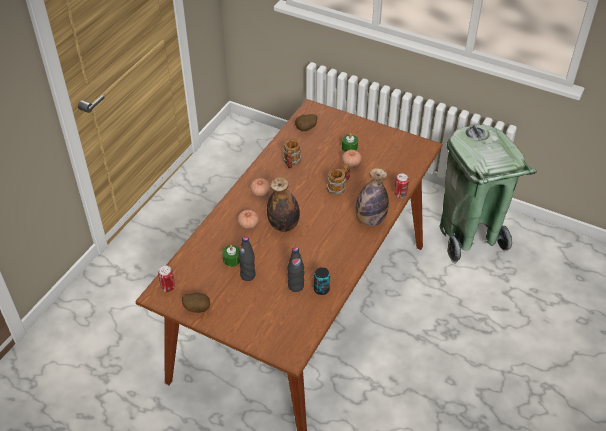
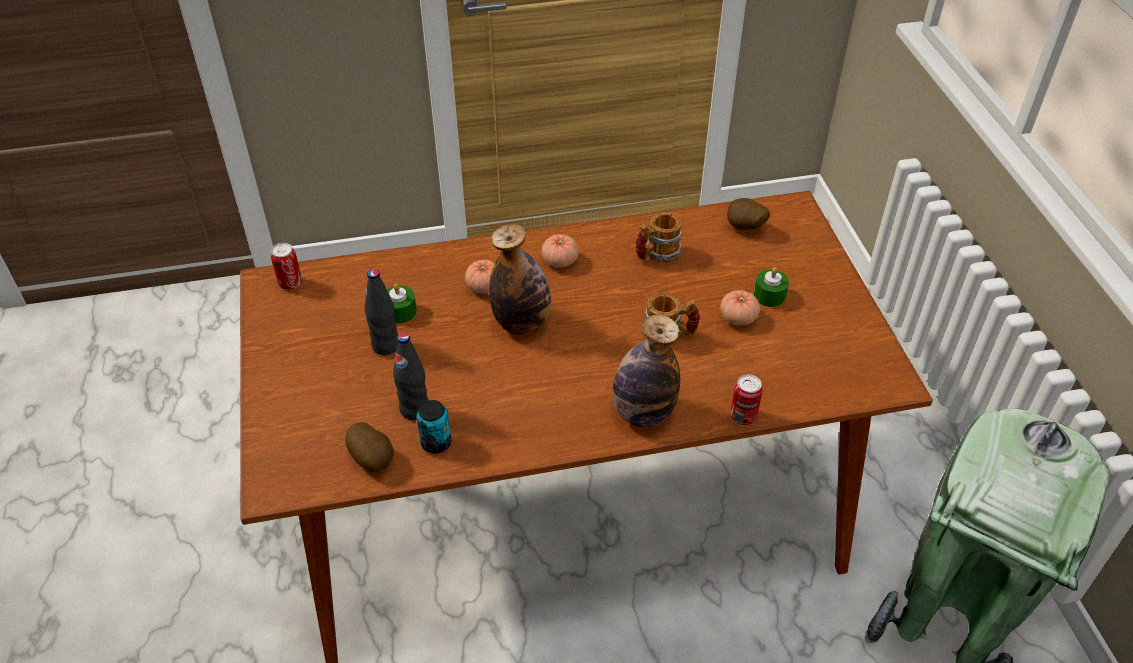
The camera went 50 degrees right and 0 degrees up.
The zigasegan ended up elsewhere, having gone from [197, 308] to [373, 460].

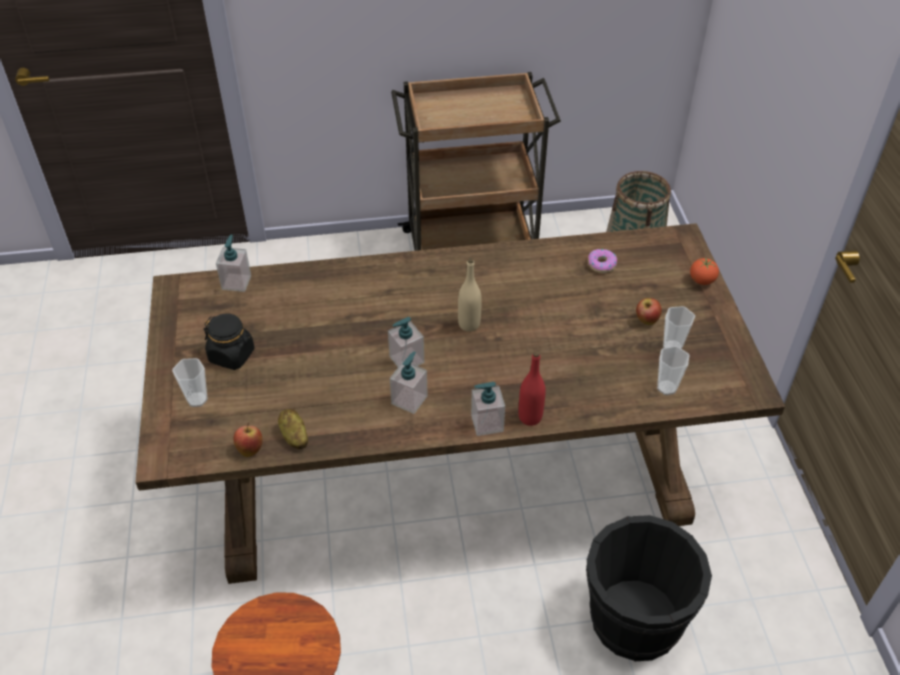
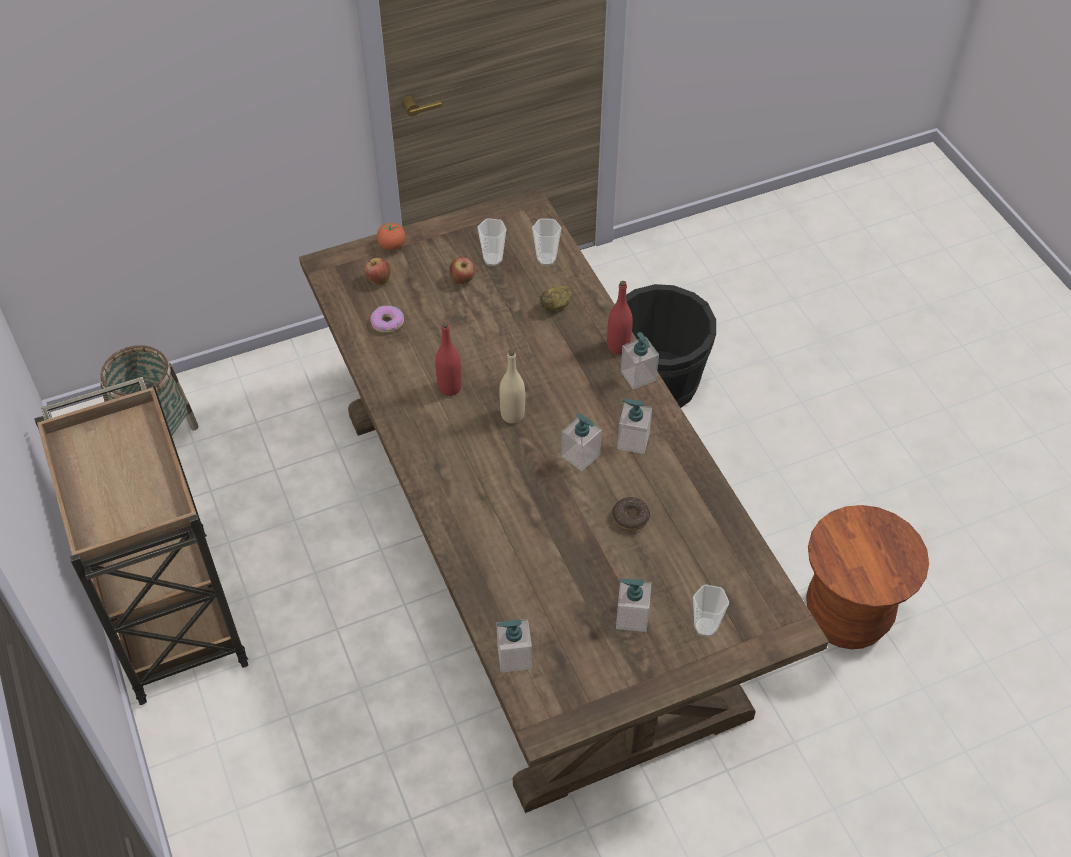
The camera went 105 degrees left and 5 degrees up.
Where the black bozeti stood at [232, 355], the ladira came to stand at [631, 617].
The zigasegan ended up elsewhere, having gone from [294, 436] to [556, 305].
The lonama ended up elsewhere, having gone from [250, 449] to [378, 280].
The second view gained the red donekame at [449, 387].
The second view gained the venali at [630, 517].

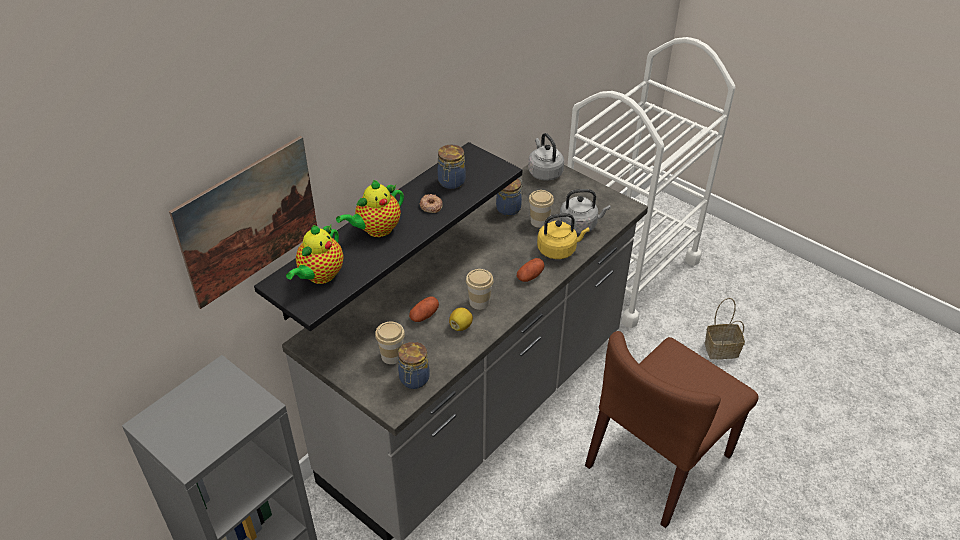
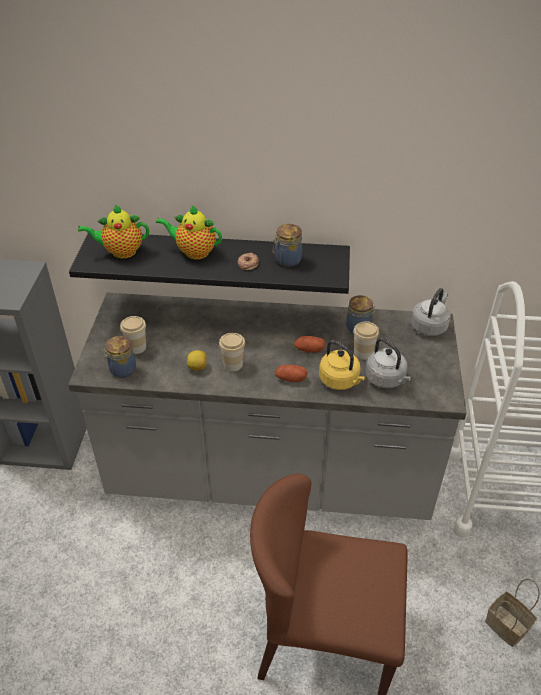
The camera went 55 degrees right and 0 degrees up.
The second view lost the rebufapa at [249, 221].
The zigasegan ended up elsewhere, having gone from [424, 315] to [309, 349].

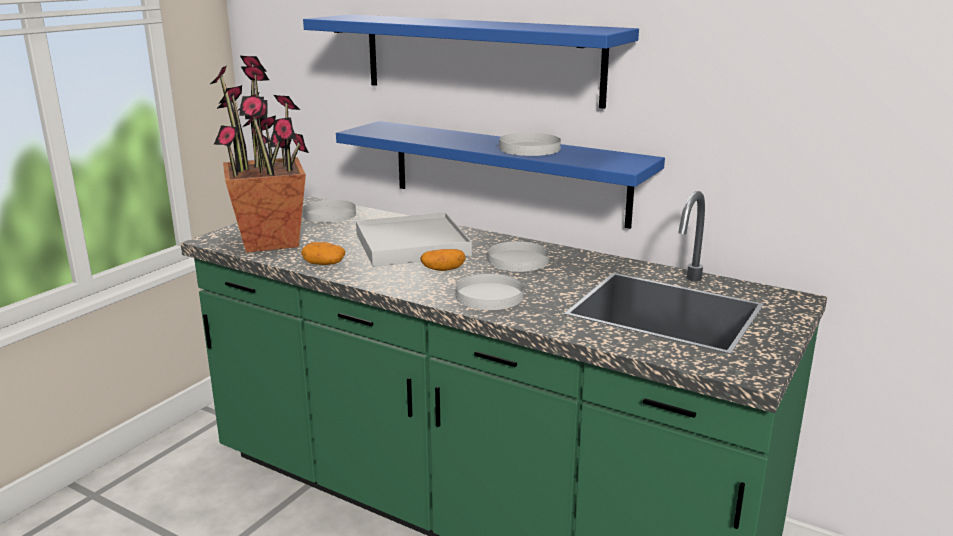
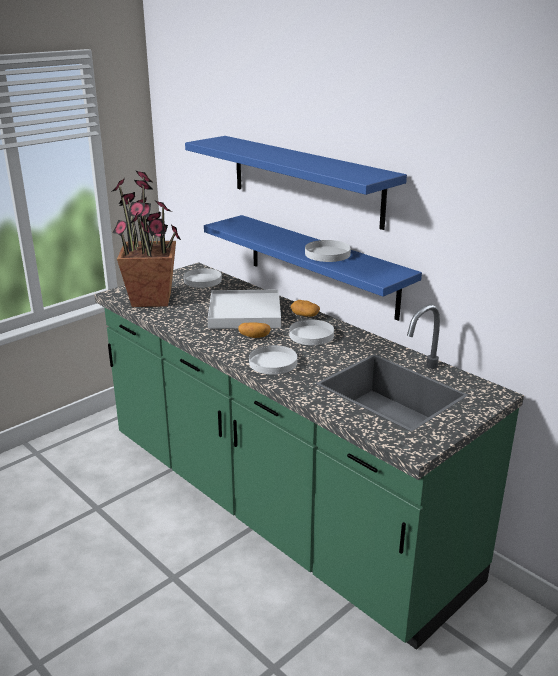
The camera went 15 degrees right and 5 degrees up.
The zigasegan ended up elsewhere, having gone from [324, 264] to [305, 315].

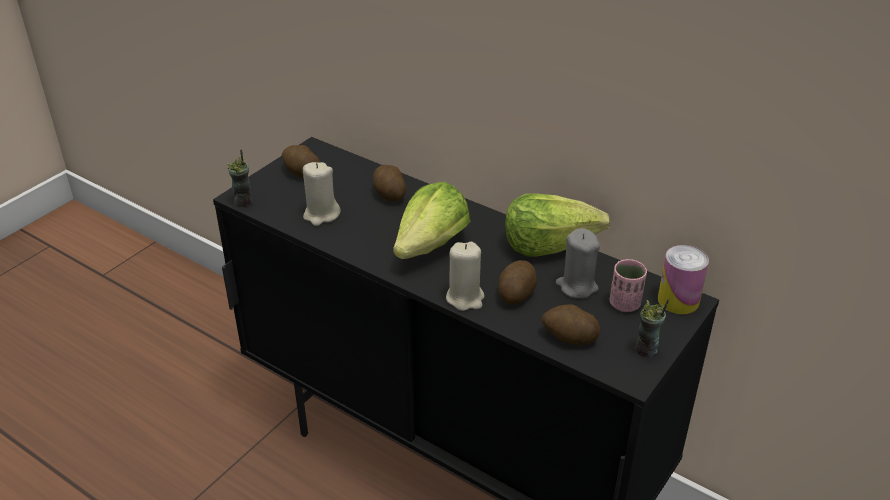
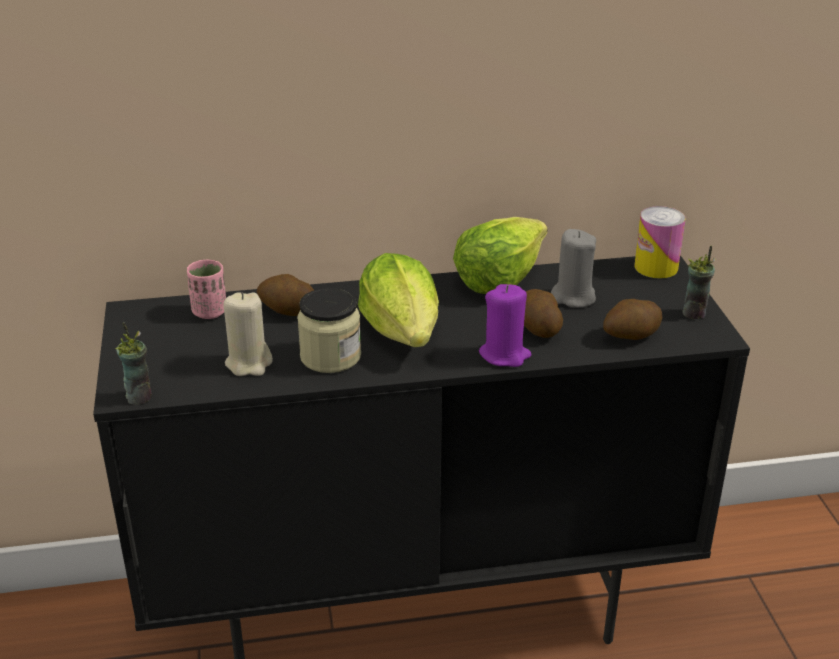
The camera went 45 degrees left and 5 degrees down.
The second view lost the zigasegan at [301, 172].
What was the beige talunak at [465, 298] turned into the purple talunak at [504, 355].
The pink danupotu ended up elsewhere, having gone from [625, 304] to [209, 312].
The second view gained the bozeti at [330, 356].

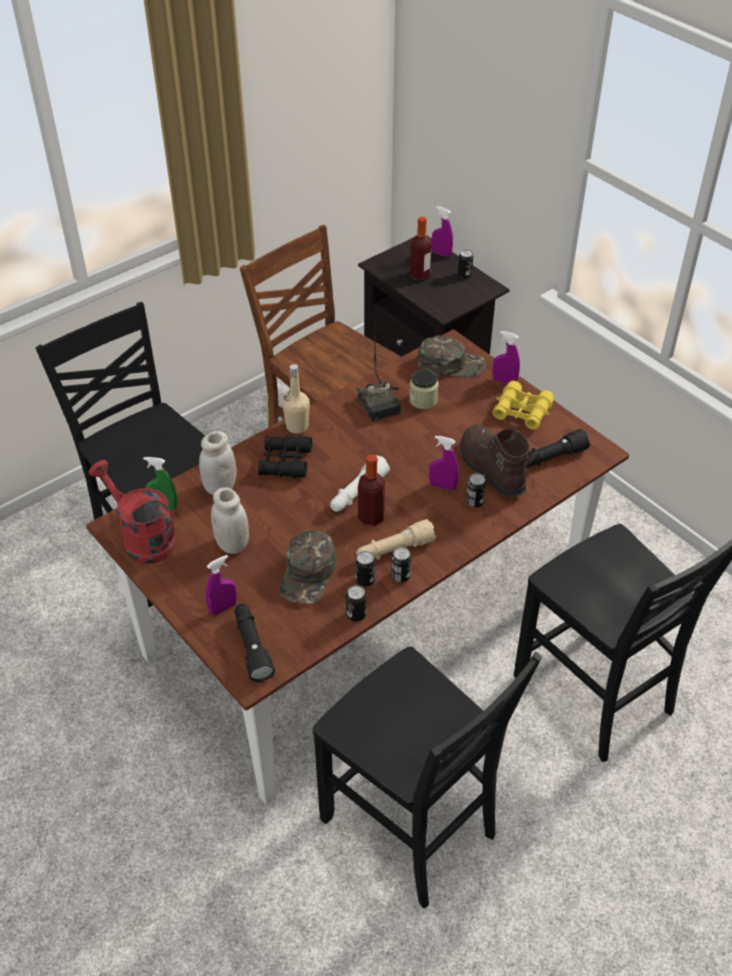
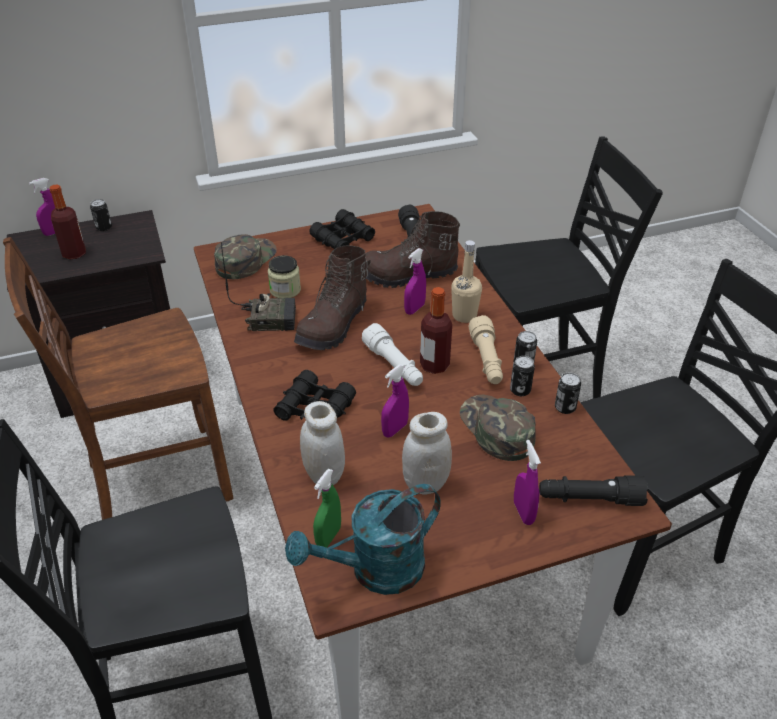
The camera went 70 degrees left and 5 degrees down.
The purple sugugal ended up elsewhere, having gone from [504, 381] to [395, 429].
The beige donekame ended up elsewhere, having gone from [297, 426] to [464, 316].
What was the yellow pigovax at [522, 411] turned into the black pigovax at [343, 239].
What was the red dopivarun at [142, 538] turned into the turquoise dopivarun at [375, 571].
The second view lost the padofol at [474, 502].
The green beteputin at [308, 573] ended up facing another way, 150 degrees counterclockwise from before.
The second view gained the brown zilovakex at [334, 325].

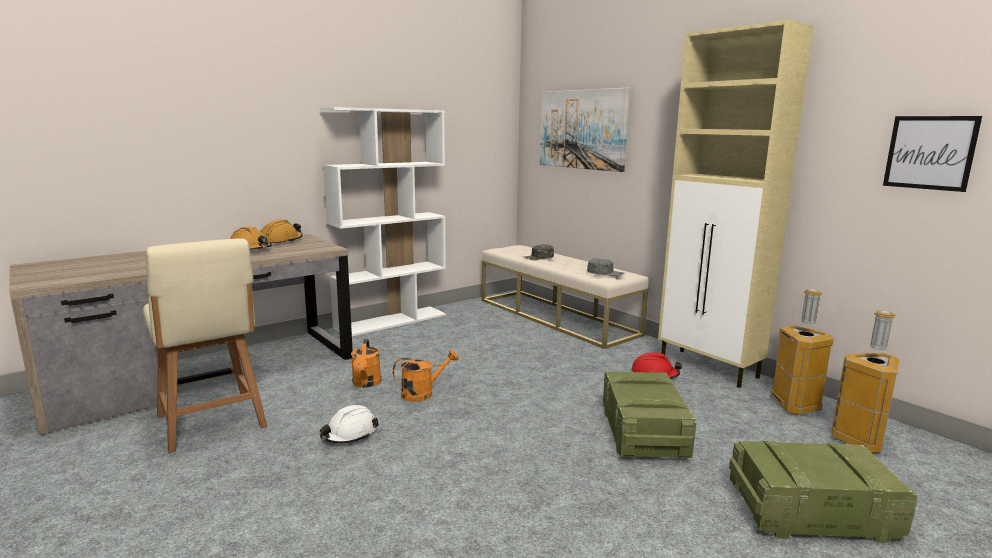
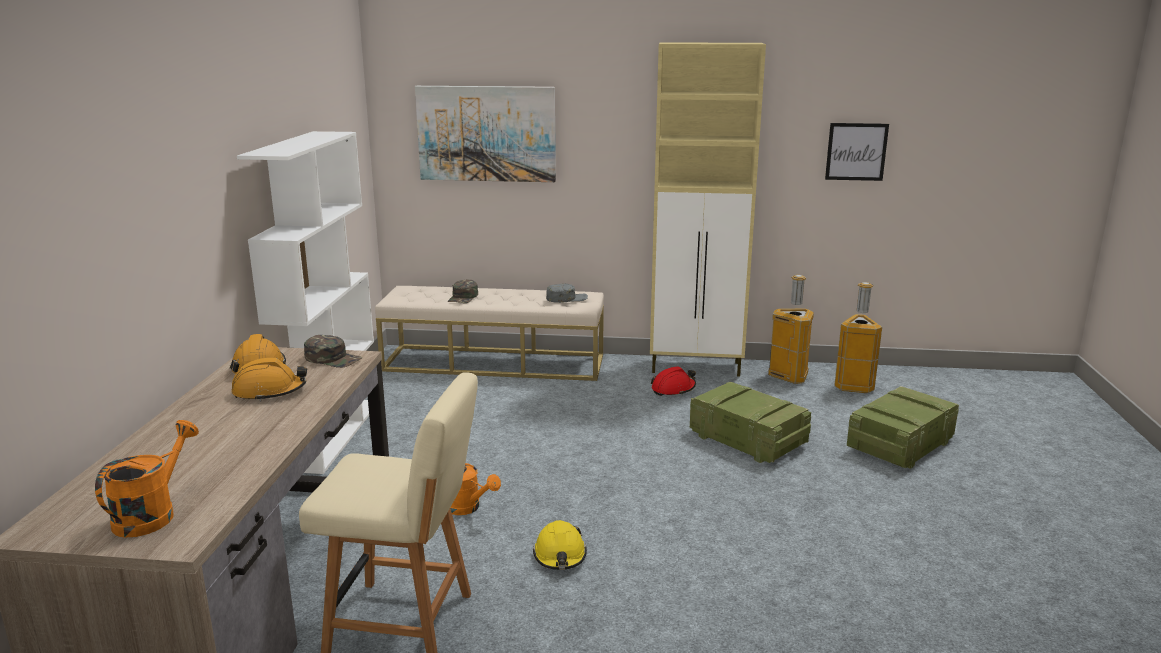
The camera went 45 degrees left and 5 degrees up.
The orange dopivarun ended up elsewhere, having gone from [423, 393] to [152, 514].
What was the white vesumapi at [349, 434] turned into the yellow vesumapi at [560, 555].
The second view gained the green beteputin at [333, 359].

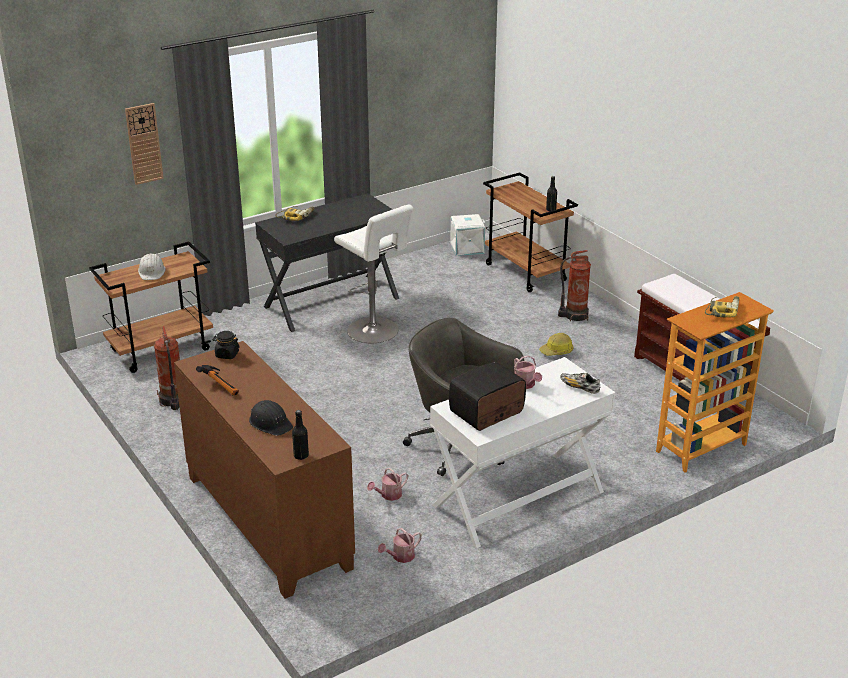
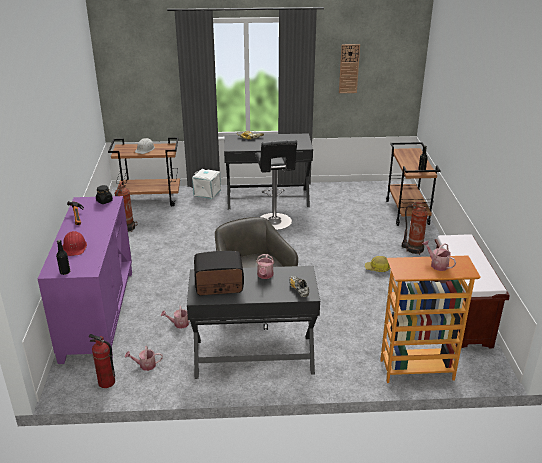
The camera went 30 degrees right and 0 degrees up.
The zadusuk ended up elsewhere, having gone from [144, 144] to [349, 68].
What was the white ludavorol at [375, 331] turned into the black ludavorol at [275, 222].
The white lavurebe ended up elsewhere, having gone from [467, 247] to [207, 192].
Where the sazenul stood at [722, 310], the dopivarun came to stand at [437, 264].
What was the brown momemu at [266, 522] turned into the purple momemu at [97, 314].
What was the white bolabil at [519, 499] turned into the black bolabil at [254, 357].
What was the black vesumapi at [270, 423] turned into the red vesumapi at [75, 247].
The second view gained the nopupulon at [106, 382].

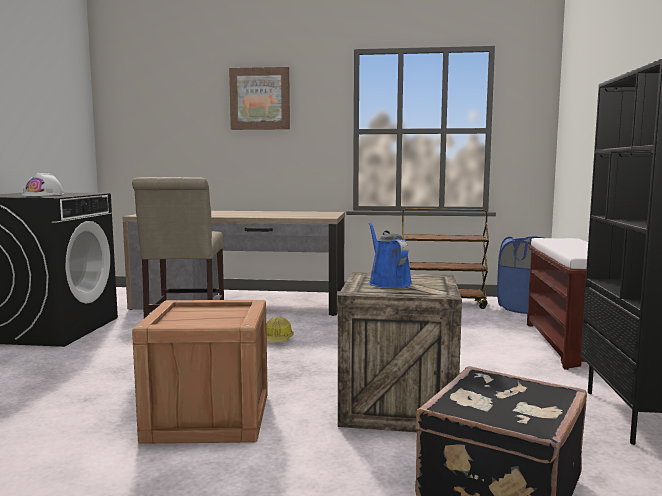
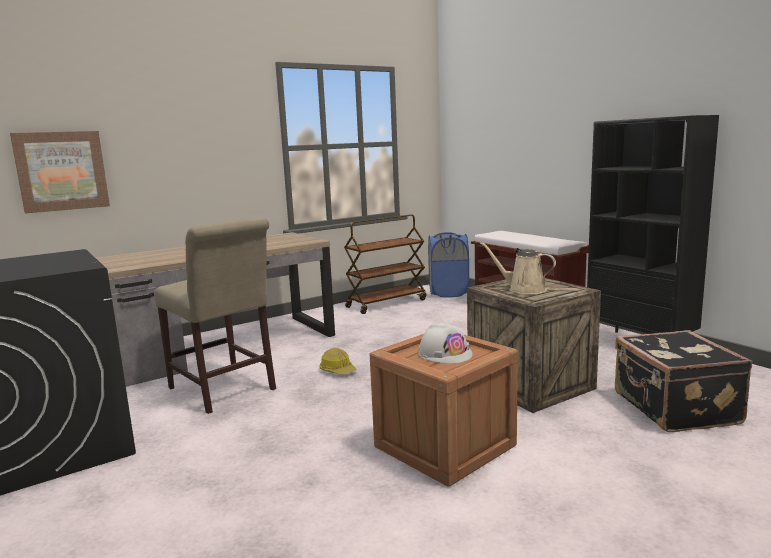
The camera went 40 degrees left and 5 degrees up.
The rebufapa ended up elsewhere, having gone from [260, 99] to [61, 171].
The white vesumapi ended up elsewhere, having gone from [43, 195] to [445, 353].
What was the blue dopivarun at [388, 282] turned into the beige dopivarun at [523, 290].

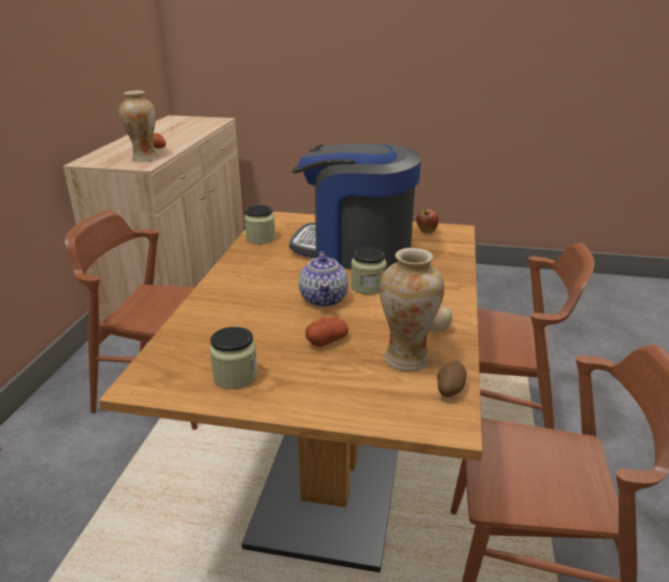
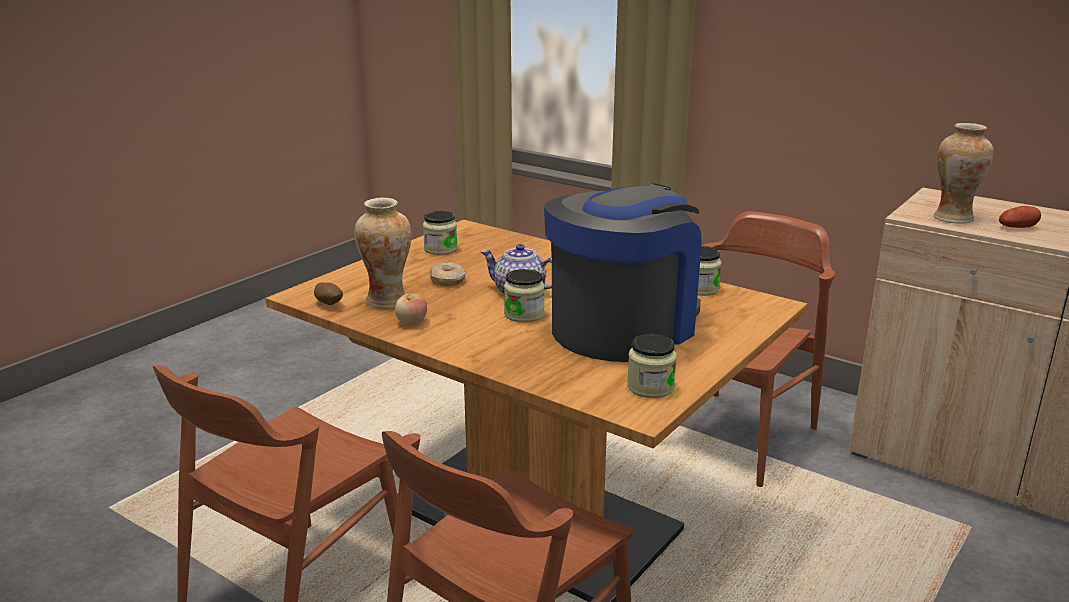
The camera went 115 degrees right and 5 degrees down.
Where the lonama stood at [426, 232], the bozeti came to stand at [650, 387].
Where the zigasegan stood at [327, 341], the venali came to stand at [448, 280].

